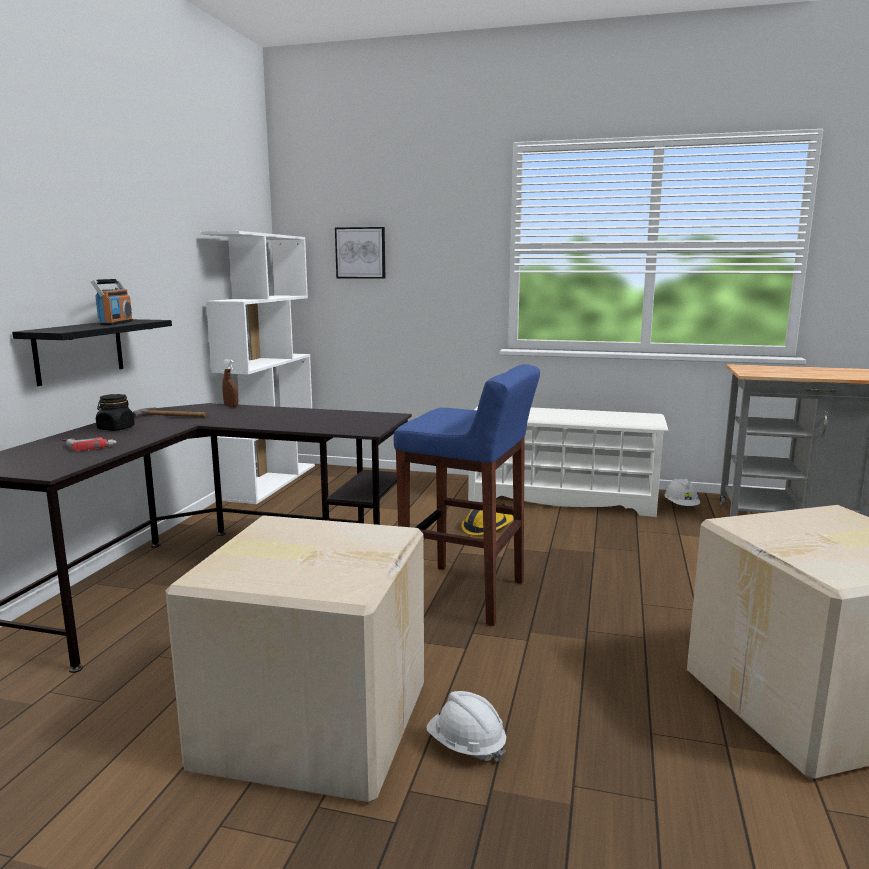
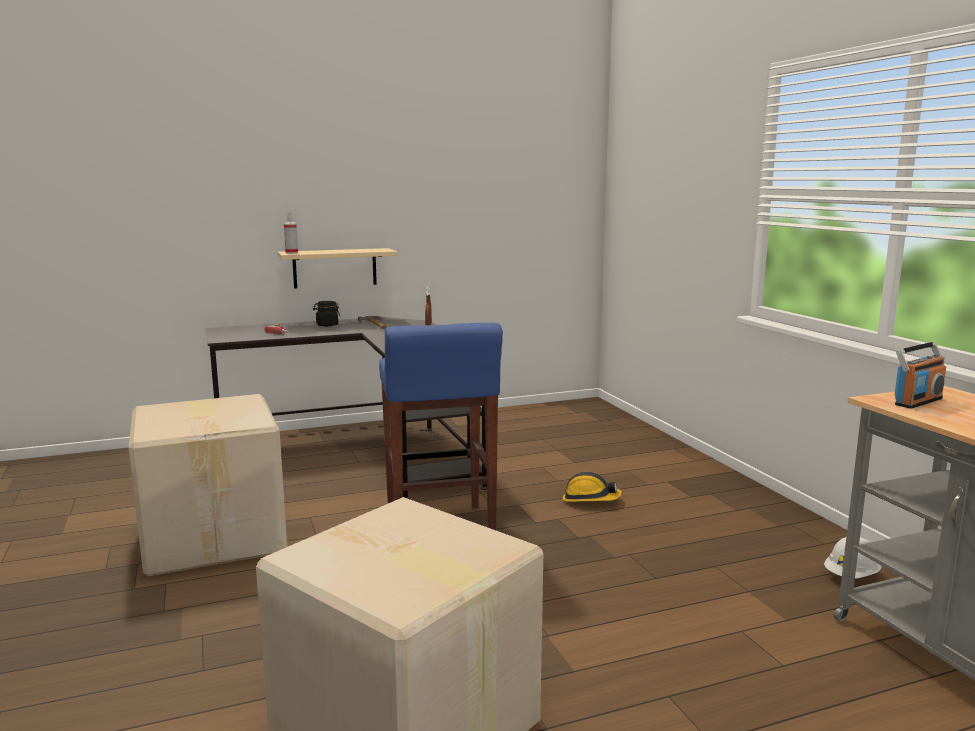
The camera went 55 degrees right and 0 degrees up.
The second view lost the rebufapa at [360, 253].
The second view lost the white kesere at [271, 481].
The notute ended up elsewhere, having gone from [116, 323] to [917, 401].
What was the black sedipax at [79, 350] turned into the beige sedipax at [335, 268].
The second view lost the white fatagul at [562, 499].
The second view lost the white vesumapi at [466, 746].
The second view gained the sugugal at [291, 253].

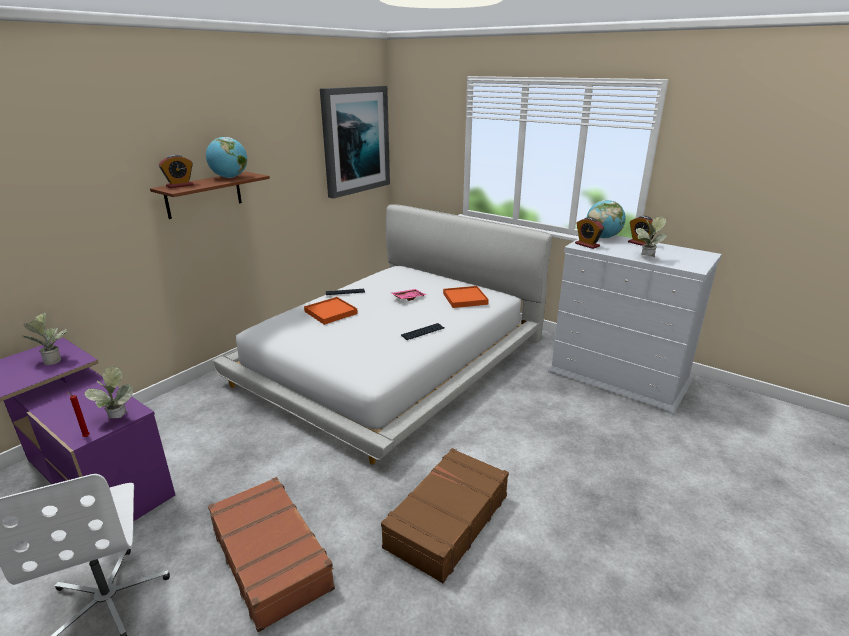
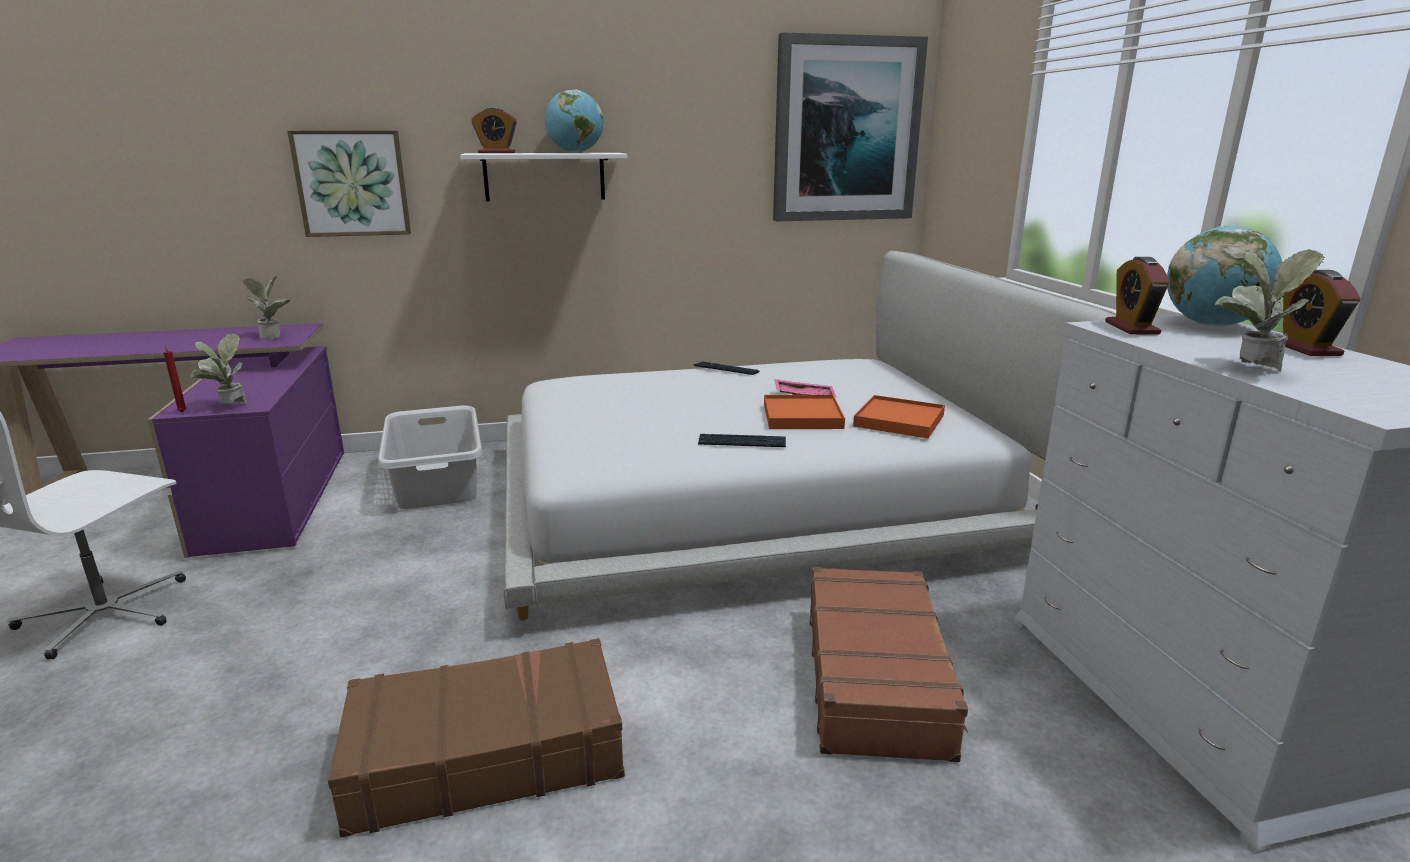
The camera went 40 degrees right and 5 degrees down.
What was the brown sedipax at [204, 195] turned into the white sedipax at [544, 176].
The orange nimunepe ended up elsewhere, having gone from [330, 312] to [802, 416].
The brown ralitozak ended up elsewhere, having gone from [272, 557] to [876, 677].
The second view gained the rebufapa at [352, 183].
The second view gained the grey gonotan at [438, 481].

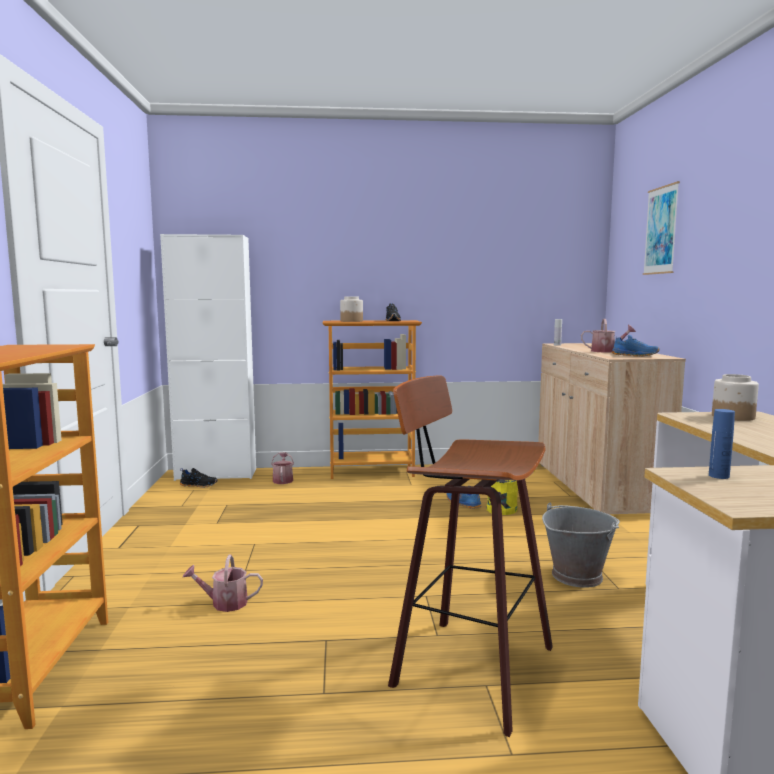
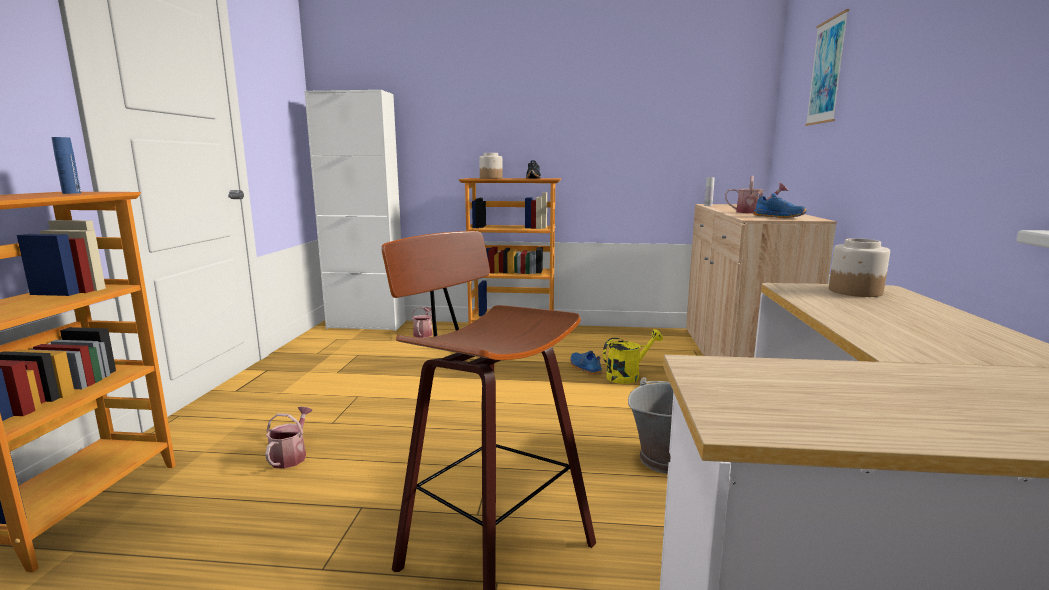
The camera went 10 degrees right and 5 degrees up.
The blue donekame ended up elsewhere, having gone from [719, 476] to [71, 193].
The second view lost the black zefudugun at [199, 485].
The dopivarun at [224, 603] ended up facing another way, 90 degrees clockwise from before.

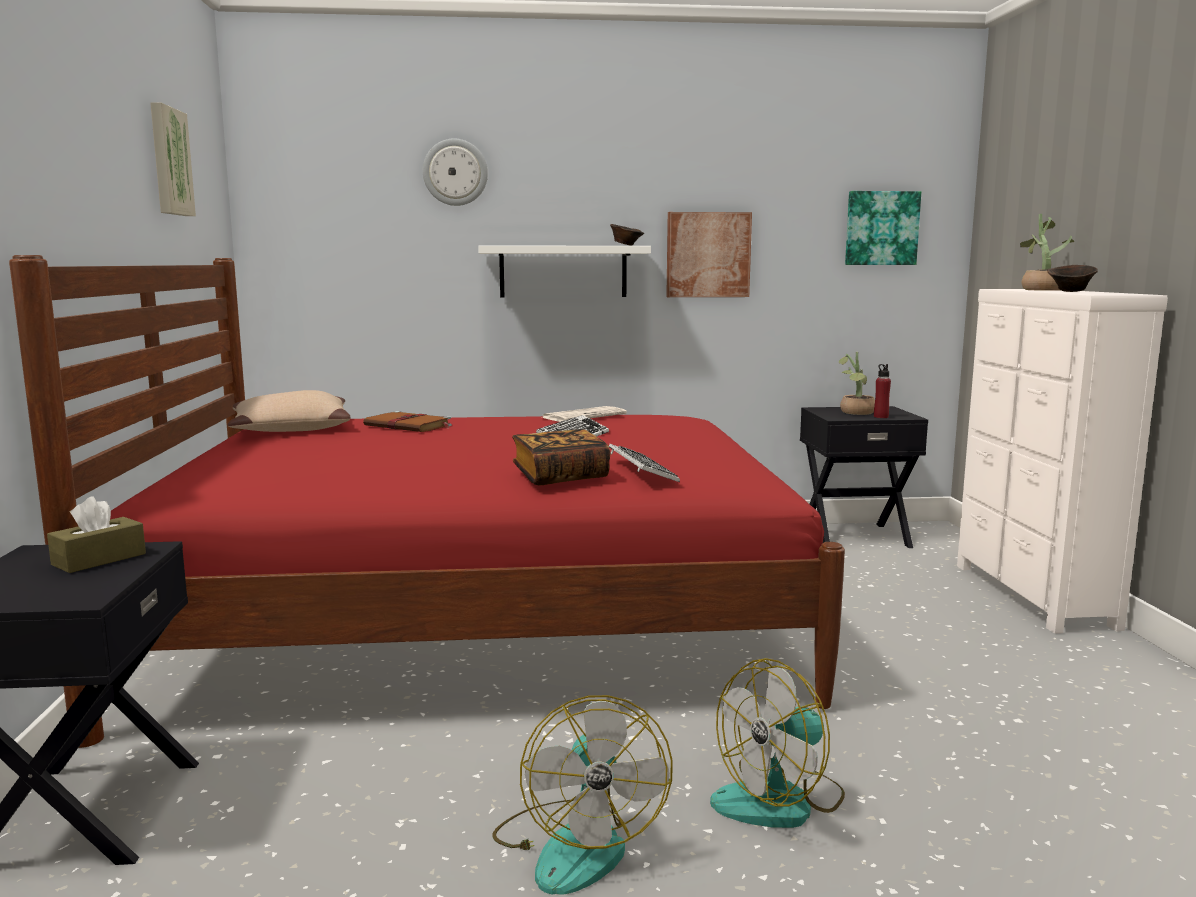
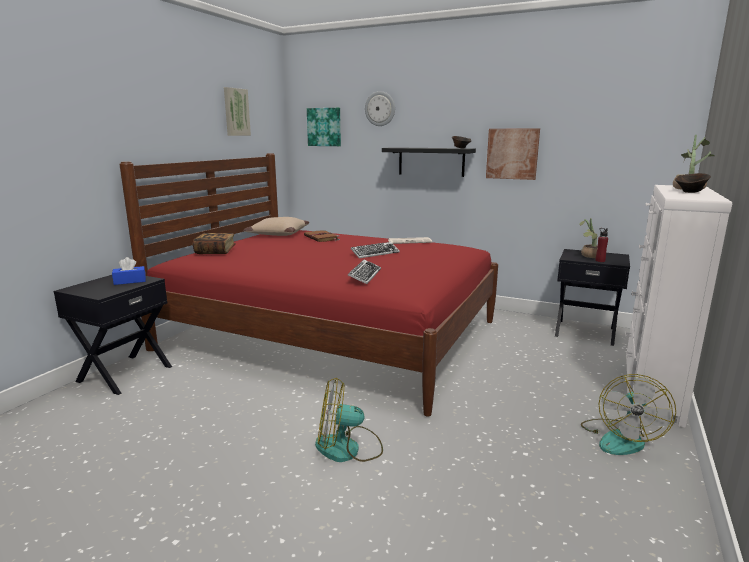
The camera went 30 degrees right and 5 degrees up.
The rebufapa ended up elsewhere, having gone from [881, 228] to [324, 127].
What was the white sedipax at [563, 271] turned into the black sedipax at [431, 161].
The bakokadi ended up elsewhere, having gone from [560, 476] to [215, 252].
What was the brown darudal at [99, 559] turned into the blue darudal at [130, 281].
The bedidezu ended up elsewhere, having gone from [577, 844] to [620, 438].

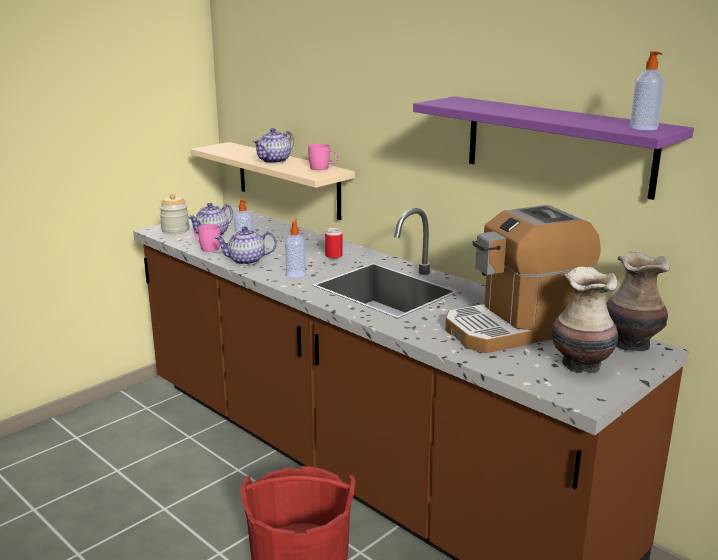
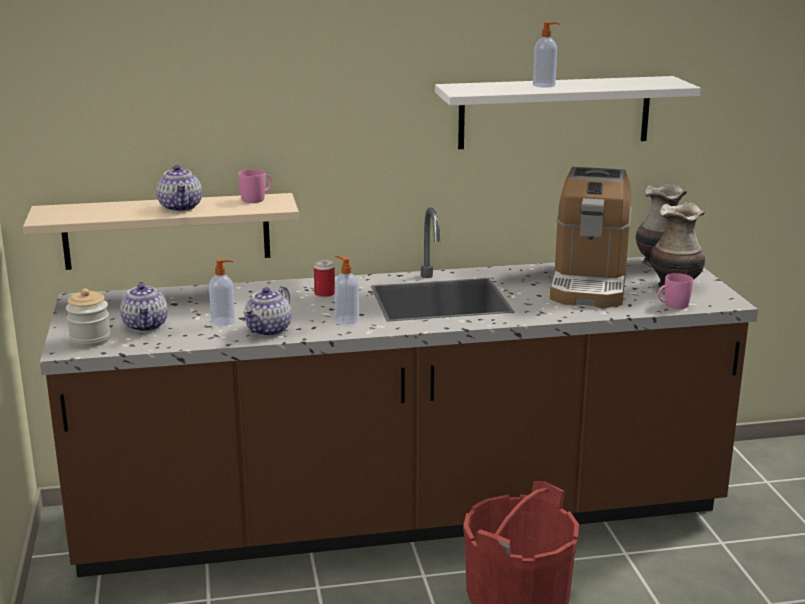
The camera went 55 degrees left and 0 degrees up.
The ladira ended up elsewhere, having gone from [644, 128] to [545, 85].
What was the purple sedipax at [557, 145] turned into the white sedipax at [554, 112].
The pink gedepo ended up elsewhere, having gone from [207, 248] to [672, 305].

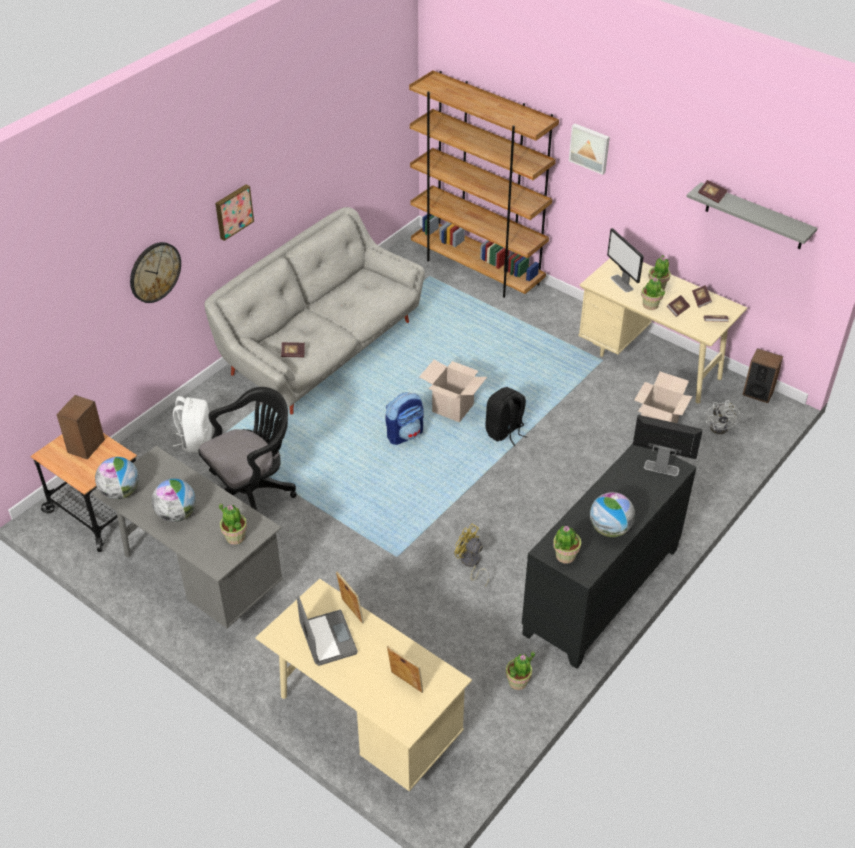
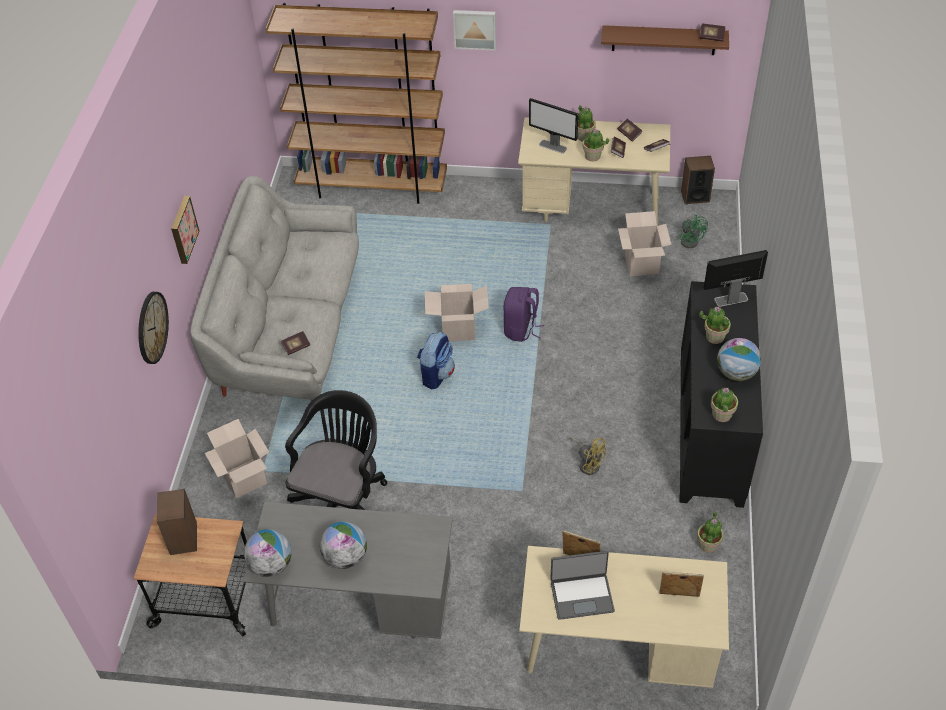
The camera went 30 degrees left and 5 degrees up.
The bakokadi ended up elsewhere, having gone from [711, 196] to [711, 37].
What was the grey sedipax at [755, 217] turned into the brown sedipax at [664, 40].
What was the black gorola at [505, 432] turned into the purple gorola at [521, 329].
Where the white gorola stood at [196, 441], the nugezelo came to stand at [244, 478].
What was the white bedidezu at [721, 426] turned into the green bedidezu at [690, 239].
The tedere ended up elsewhere, having gone from [235, 537] to [714, 337].
The yellow bedidezu at [470, 563] ended up facing another way, 150 degrees counterclockwise from before.
The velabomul at [327, 639] ended up facing another way, 135 degrees clockwise from before.

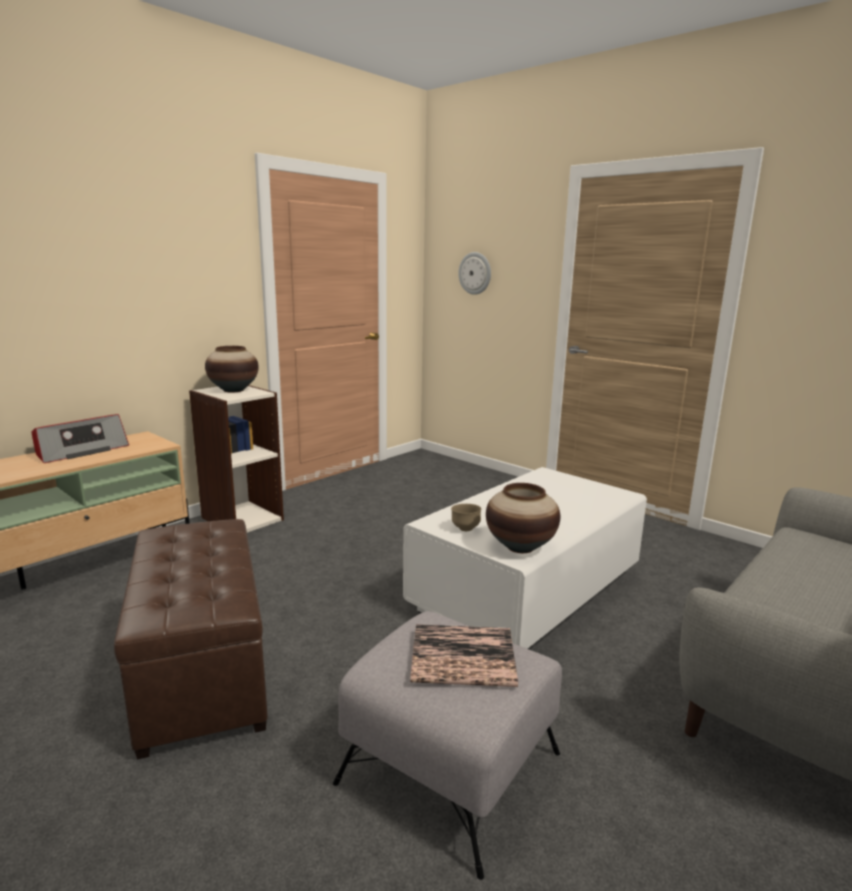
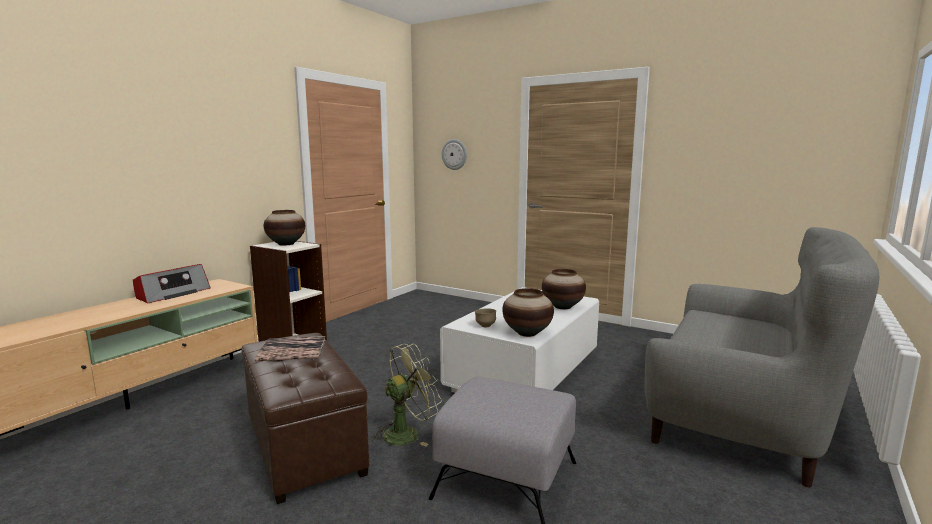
The camera went 10 degrees left and 5 degrees down.
The bakokadi ended up elsewhere, having gone from [463, 657] to [292, 350].
The second view gained the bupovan at [562, 307].
The second view gained the green bedidezu at [407, 433].

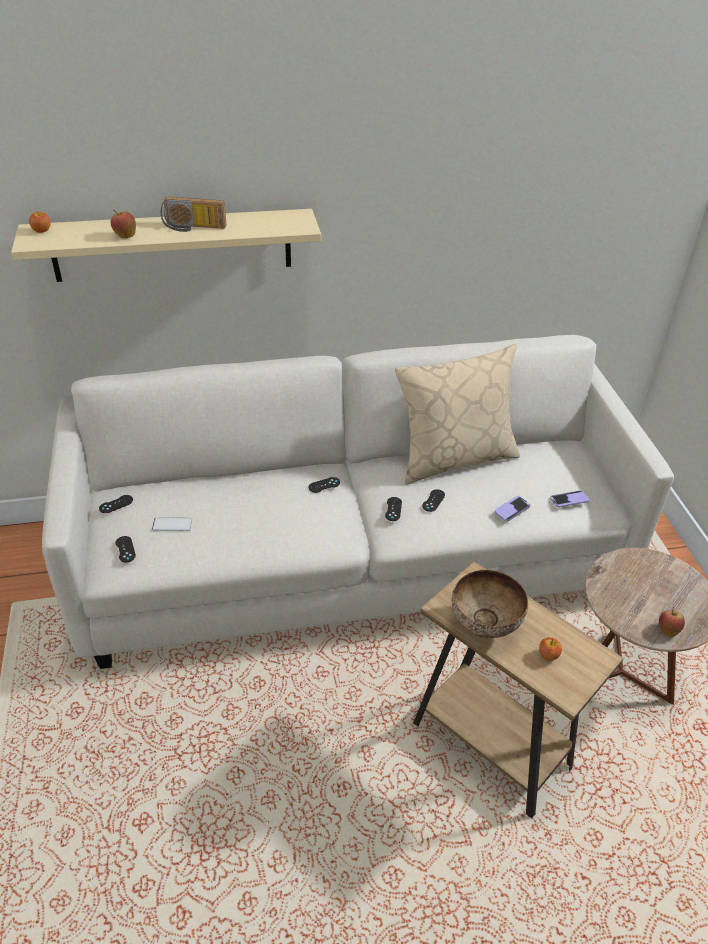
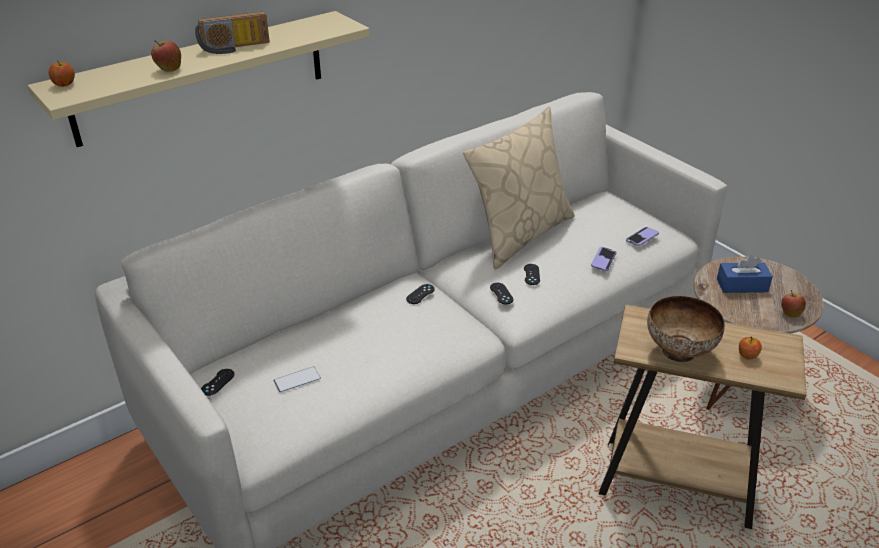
The camera went 25 degrees left and 5 degrees down.
The second view lost the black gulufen at [125, 549].
The second view gained the blue darudal at [742, 285].

